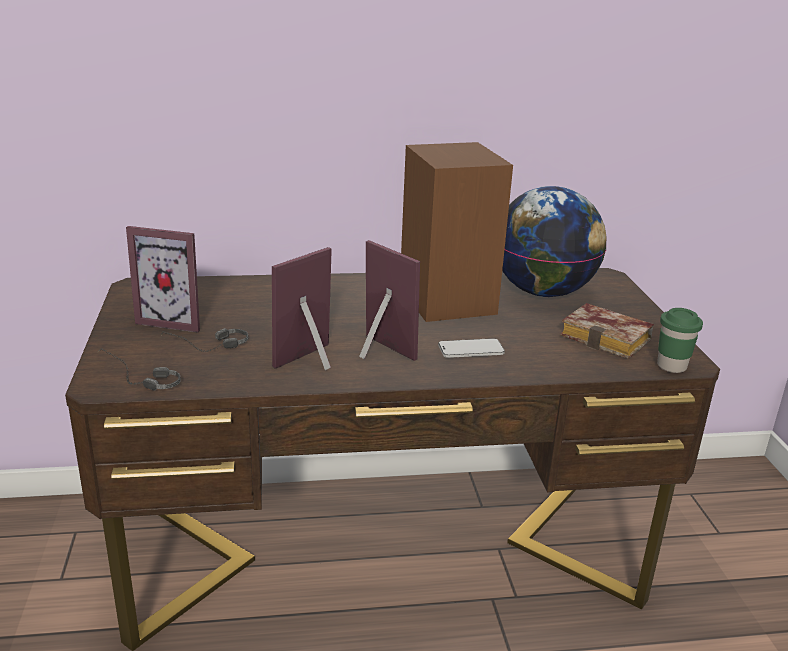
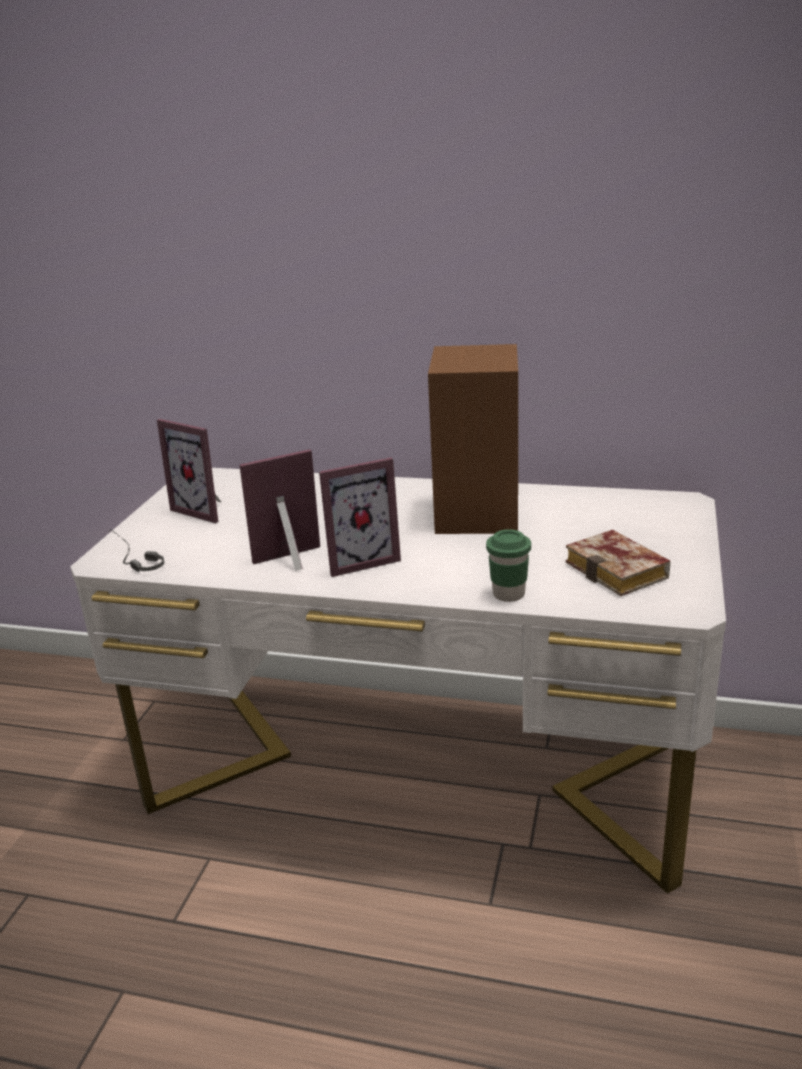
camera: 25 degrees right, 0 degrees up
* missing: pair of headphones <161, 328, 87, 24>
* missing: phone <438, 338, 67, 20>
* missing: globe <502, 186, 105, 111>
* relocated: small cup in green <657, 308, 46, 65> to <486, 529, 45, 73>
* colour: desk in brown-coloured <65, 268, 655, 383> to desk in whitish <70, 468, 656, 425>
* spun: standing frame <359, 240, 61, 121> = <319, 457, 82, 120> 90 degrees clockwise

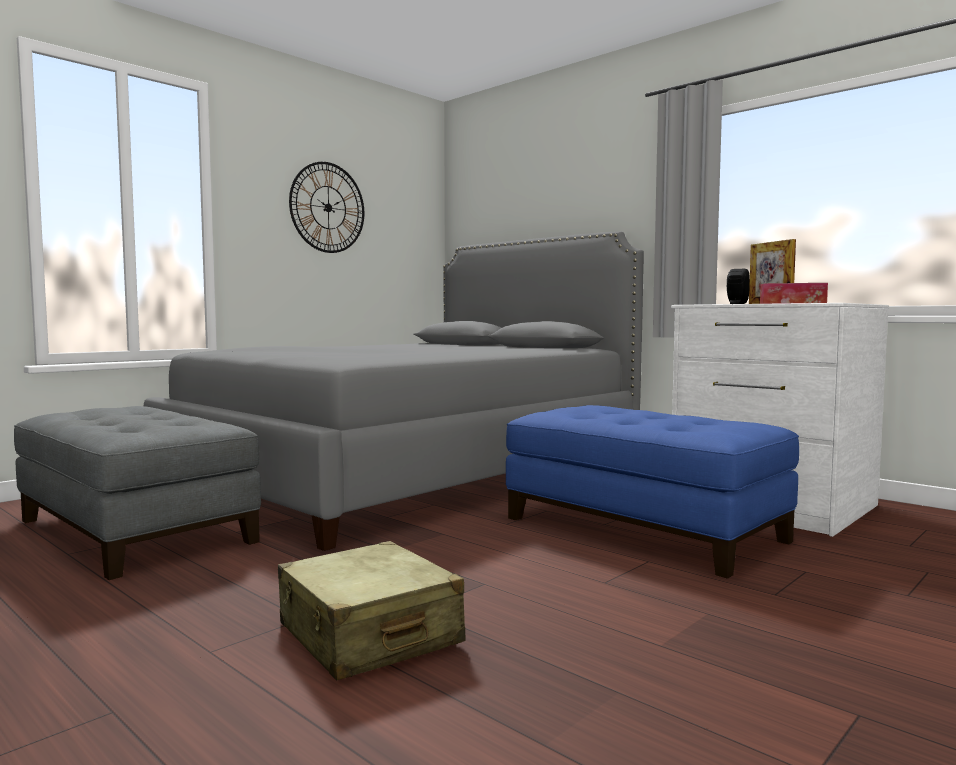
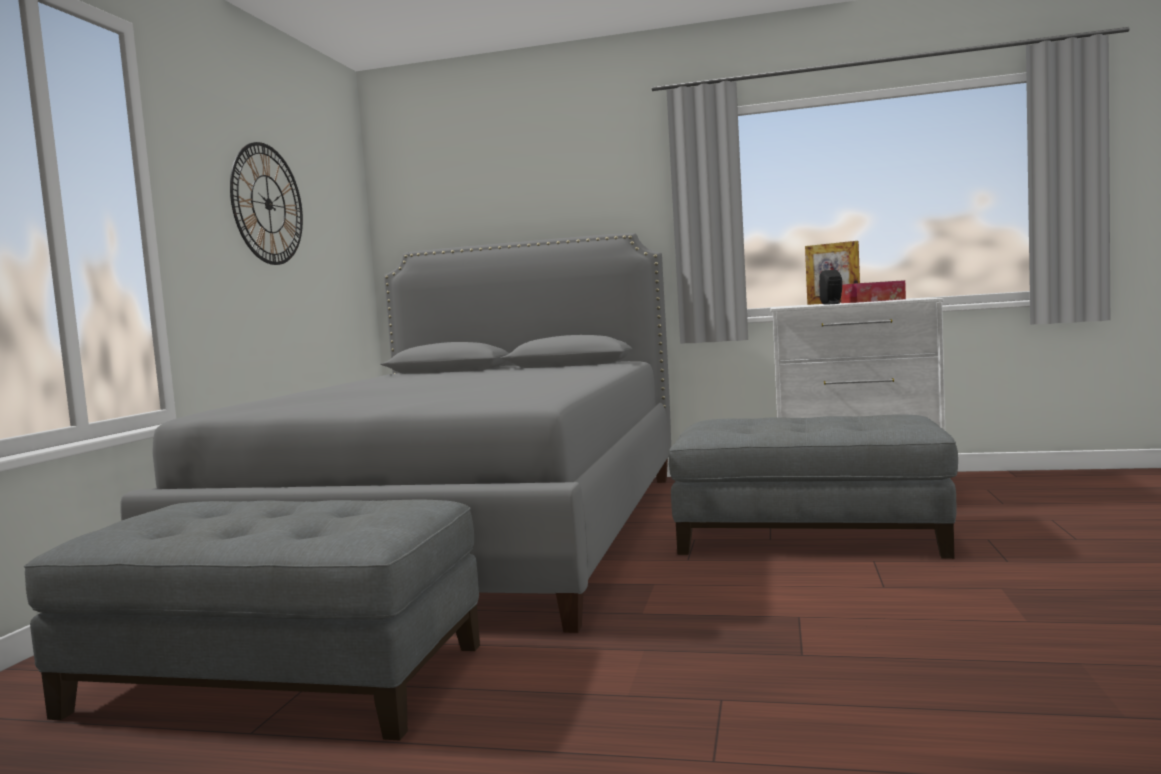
camera: 30 degrees left, 0 degrees up
* missing: piece of luggage in beige-coloured <278, 541, 187, 139>
* colour: pouffe in blue-coloured <506, 405, 293, 174> to pouffe in grey <669, 414, 289, 145>

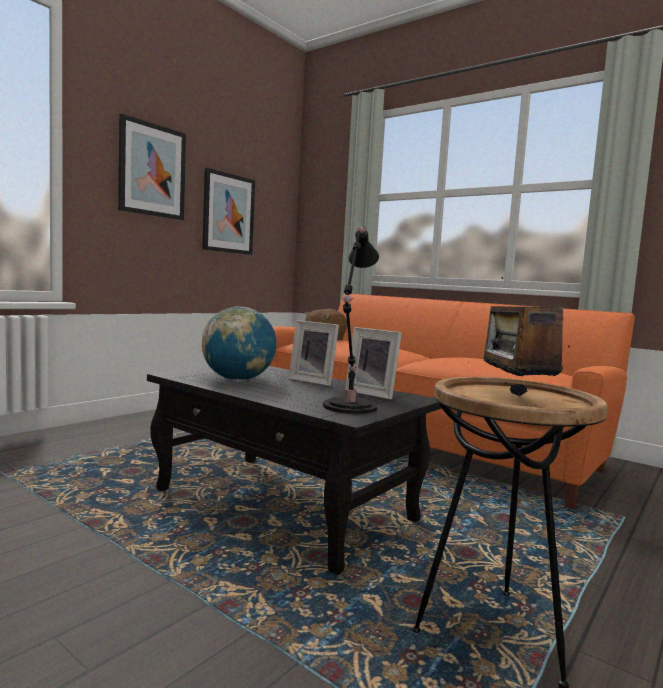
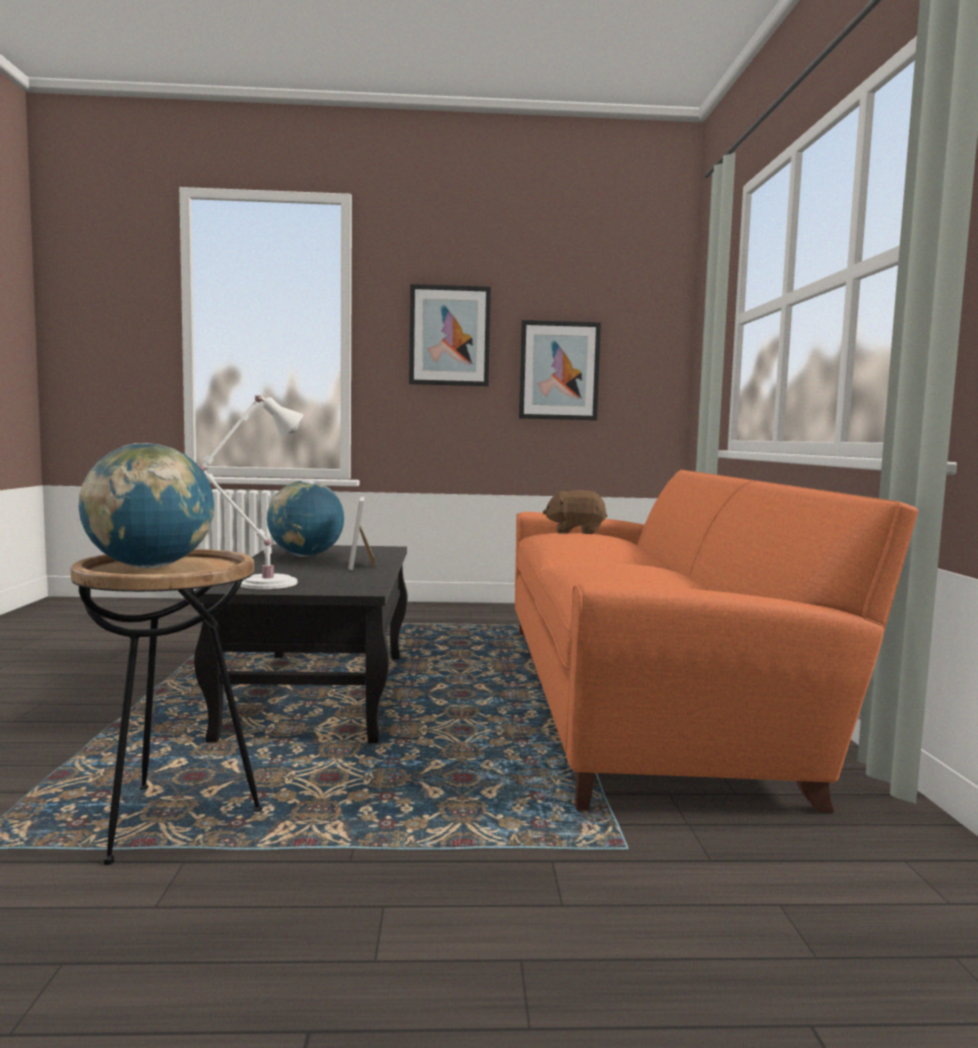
camera: 50 degrees right, 0 degrees up
* missing: standing frame <345, 327, 57, 73>
* exchanged: radio <483, 277, 87, 119> to globe <79, 443, 135, 125>
* colour: lamp for a table in black <323, 226, 56, 188> to lamp for a table in whitish <199, 395, 105, 194>

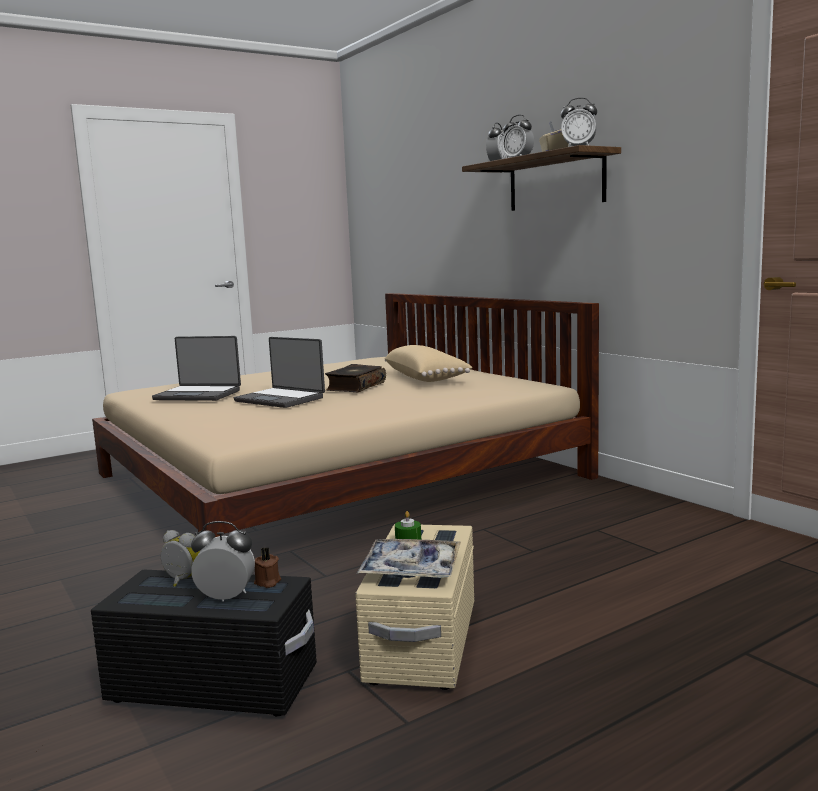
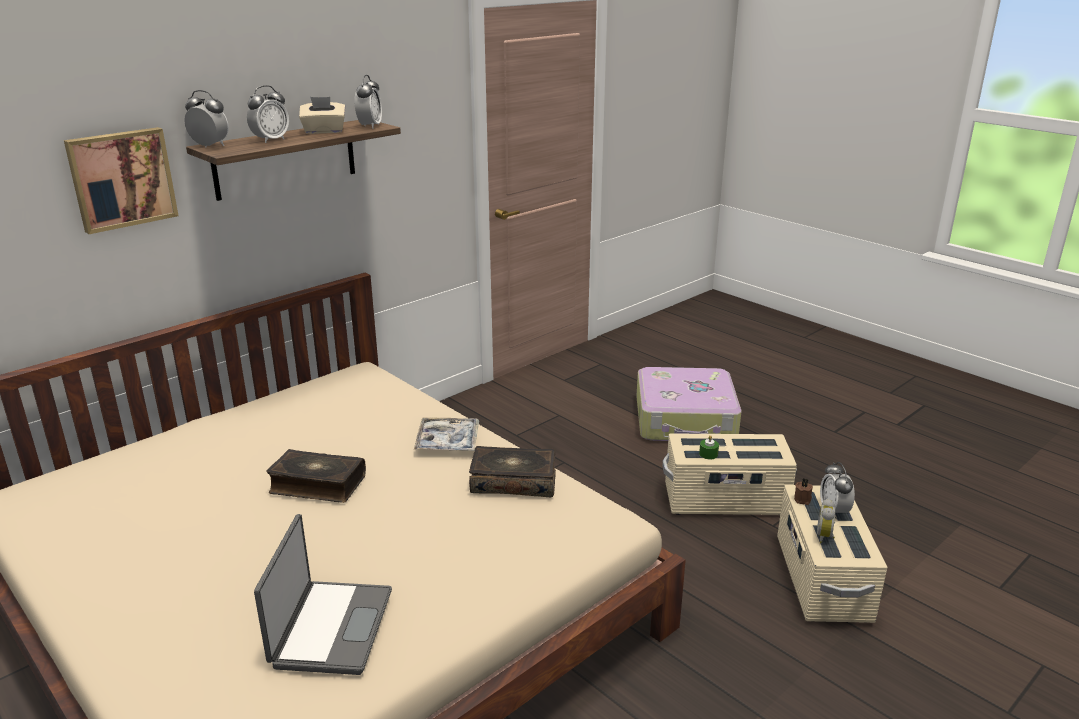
camera: 100 degrees left, 15 degrees up
* missing: laptop <234, 337, 91, 71>
* missing: cushion in beige-coloured <385, 345, 88, 37>
* appeared: wall art <64, 127, 115, 107>
* appeared: book <469, 446, 87, 51>
* appeared: piece of luggage <636, 367, 106, 74>
* relocated: carrying tray <357, 539, 104, 39> to <414, 417, 65, 34>
* colour: storage container in black <91, 570, 226, 146> to storage container in beige-coloured <777, 485, 110, 138>

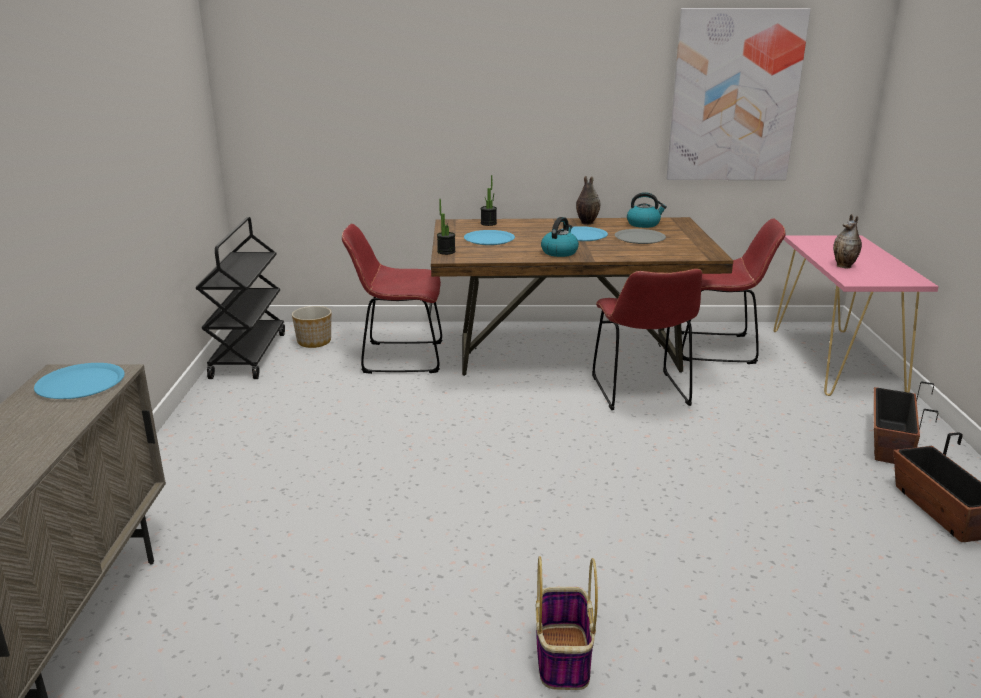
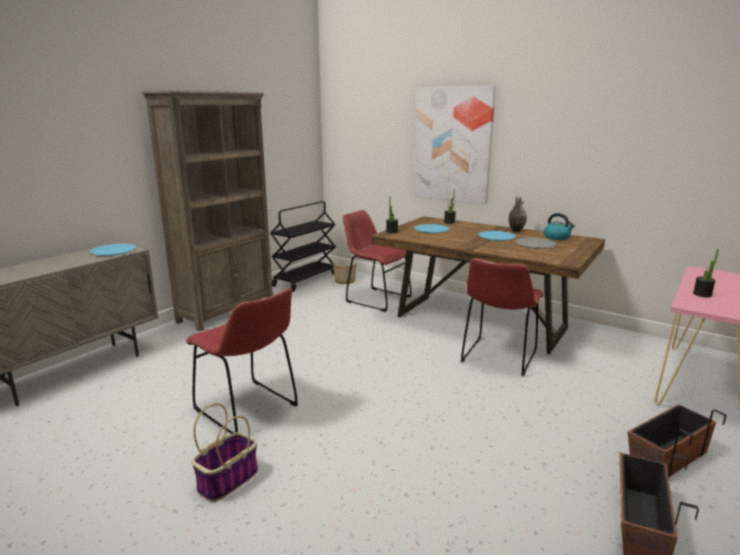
camera: 35 degrees right, 5 degrees down
* missing: kettle <541, 217, 38, 40>
* appeared: bookshelf in brown-coloured <142, 90, 131, 242>
* relocated: wall art <666, 8, 145, 172> to <414, 86, 82, 118>
* relocated: upright chair in red-coloured <682, 218, 104, 146> to <186, 288, 112, 146>
* exchanged: vase <833, 214, 29, 54> to plant in a pot <693, 249, 26, 48>

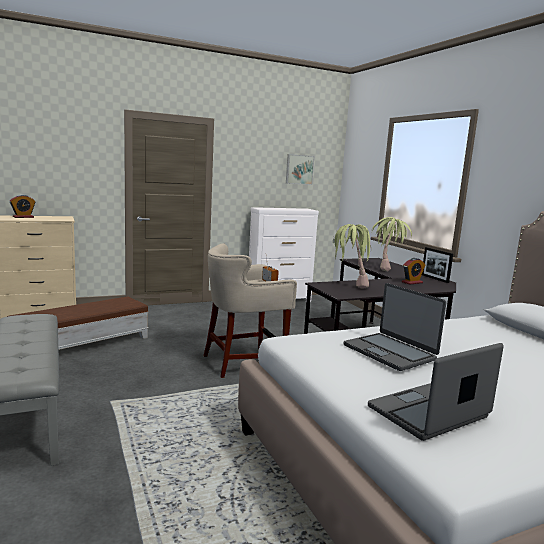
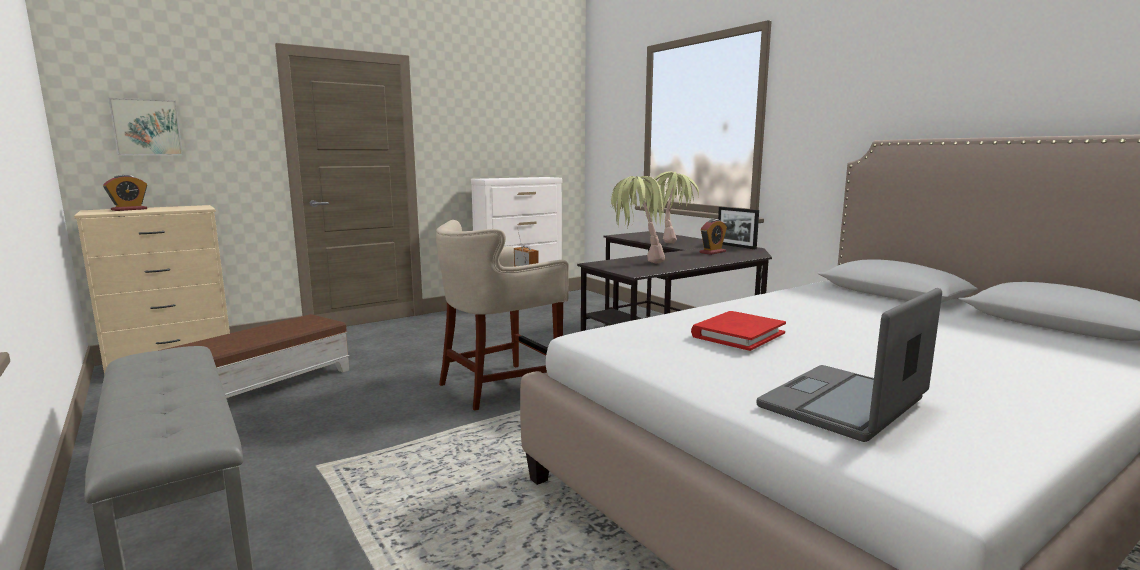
camera: 10 degrees left, 0 degrees up
* relocated: wall art <286, 154, 28, 31> to <109, 98, 74, 57>
* exchanged: laptop <344, 283, 102, 88> to book in red-coloured <691, 311, 95, 40>

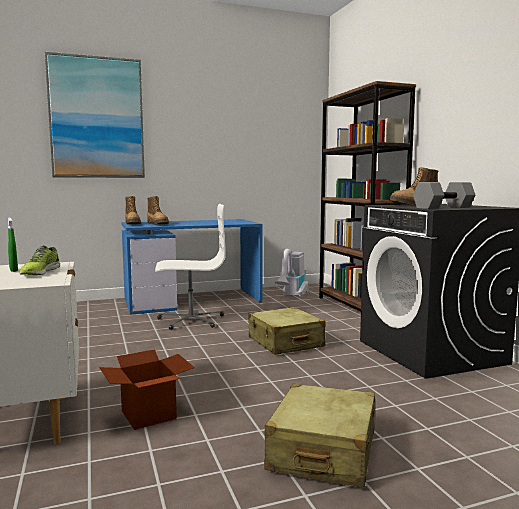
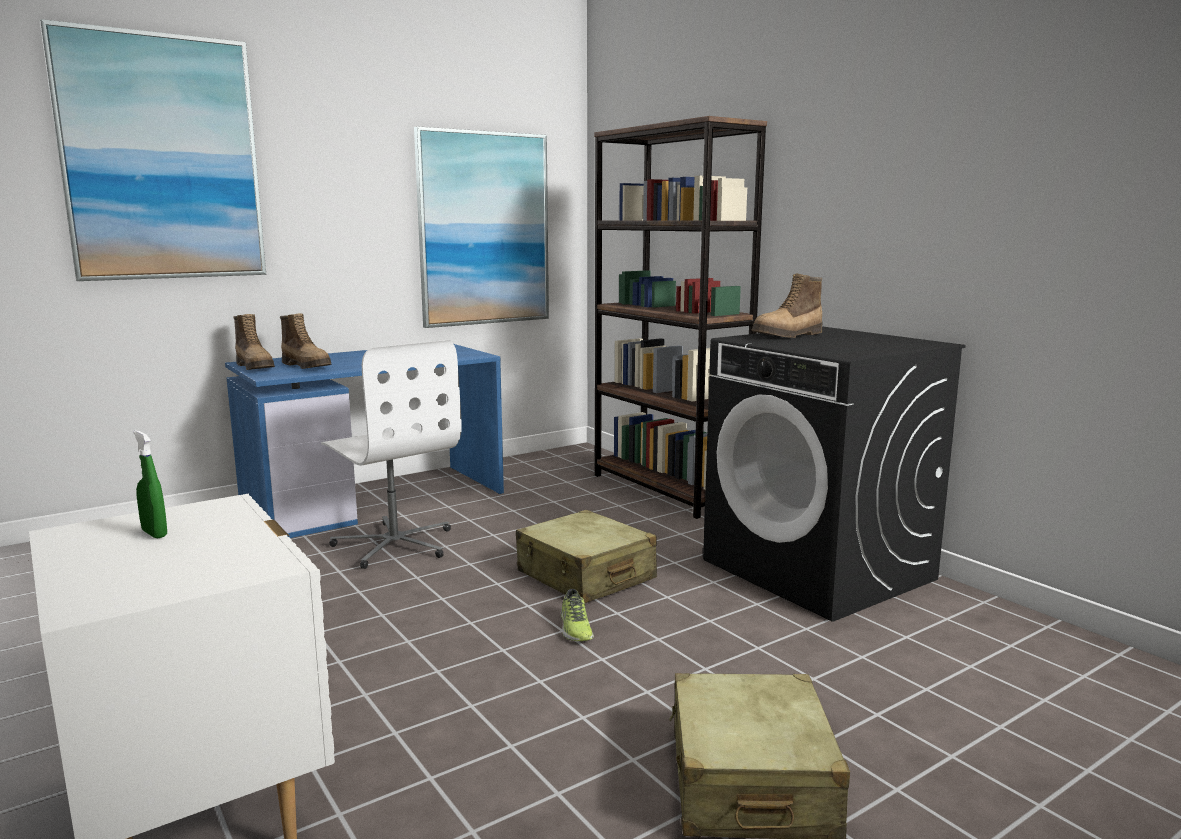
camera: 15 degrees left, 5 degrees up
* missing: carton <99, 349, 96, 81>
* missing: vacuum <275, 249, 33, 48>
* missing: hand weight in grey <413, 182, 62, 27>
* appeared: wall art <414, 126, 135, 202>
* relocated: shoe <20, 245, 40, 30> to <561, 589, 33, 52>
* spun: desk chair in whitish <155, 204, 71, 126> = <321, 340, 141, 229> 75 degrees clockwise

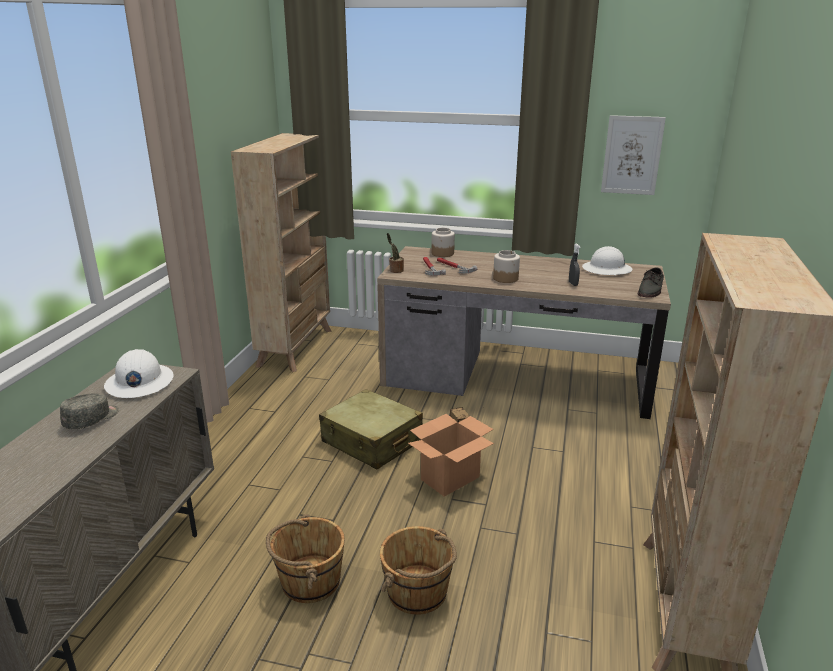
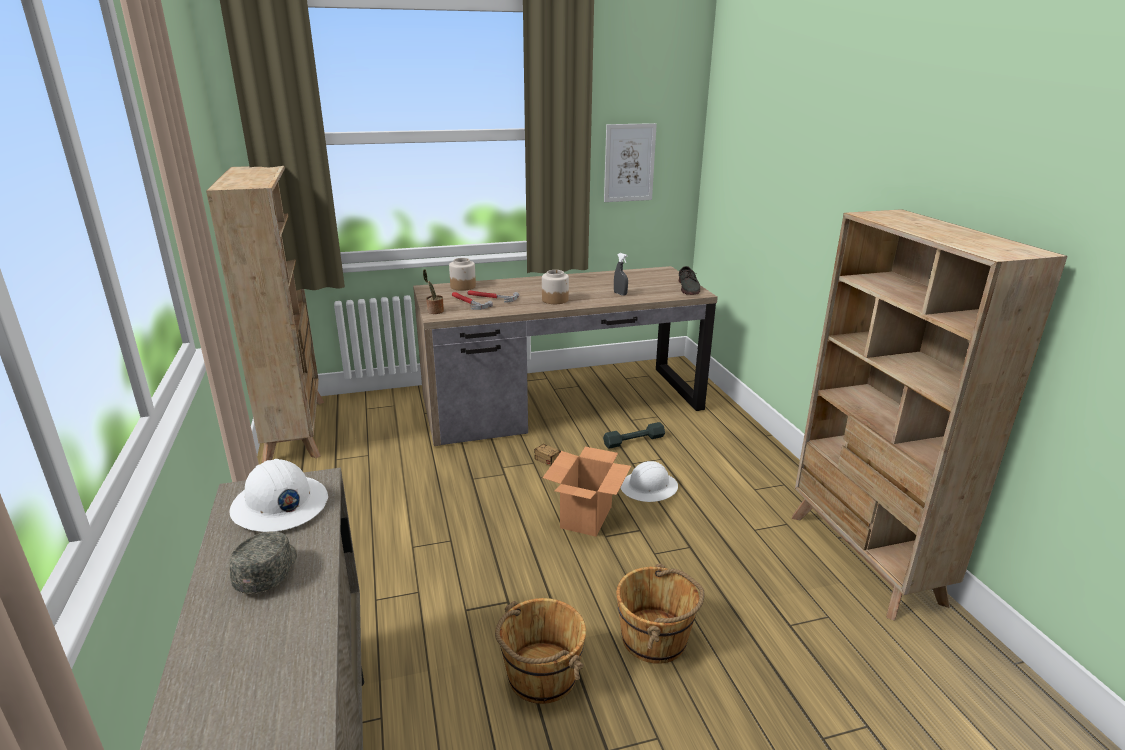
camera: 30 degrees left, 0 degrees up
* missing: piece of luggage in beige-coloured <319, 389, 104, 80>
* appeared: hand weight in grey <603, 422, 62, 27>
* relocated: work helmet in whitish <582, 246, 50, 30> to <620, 461, 58, 41>

